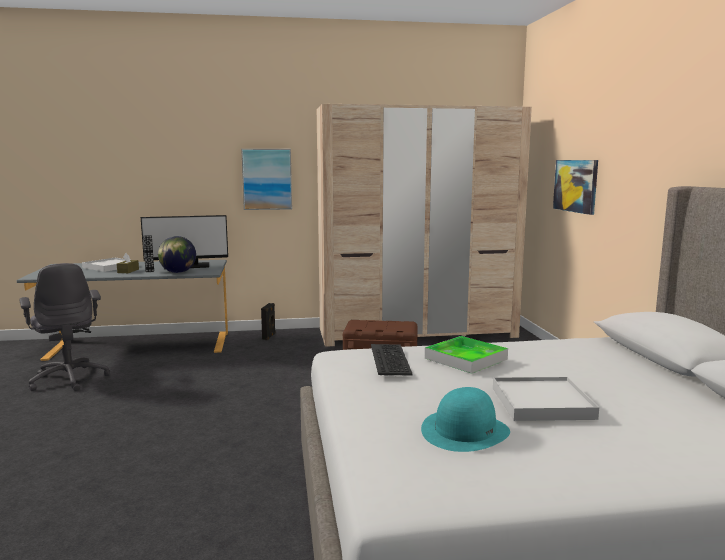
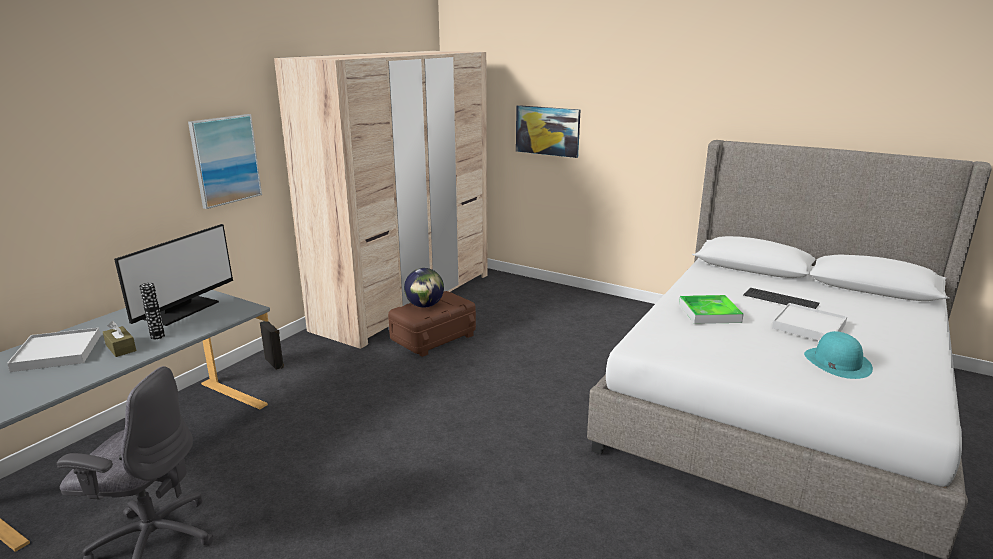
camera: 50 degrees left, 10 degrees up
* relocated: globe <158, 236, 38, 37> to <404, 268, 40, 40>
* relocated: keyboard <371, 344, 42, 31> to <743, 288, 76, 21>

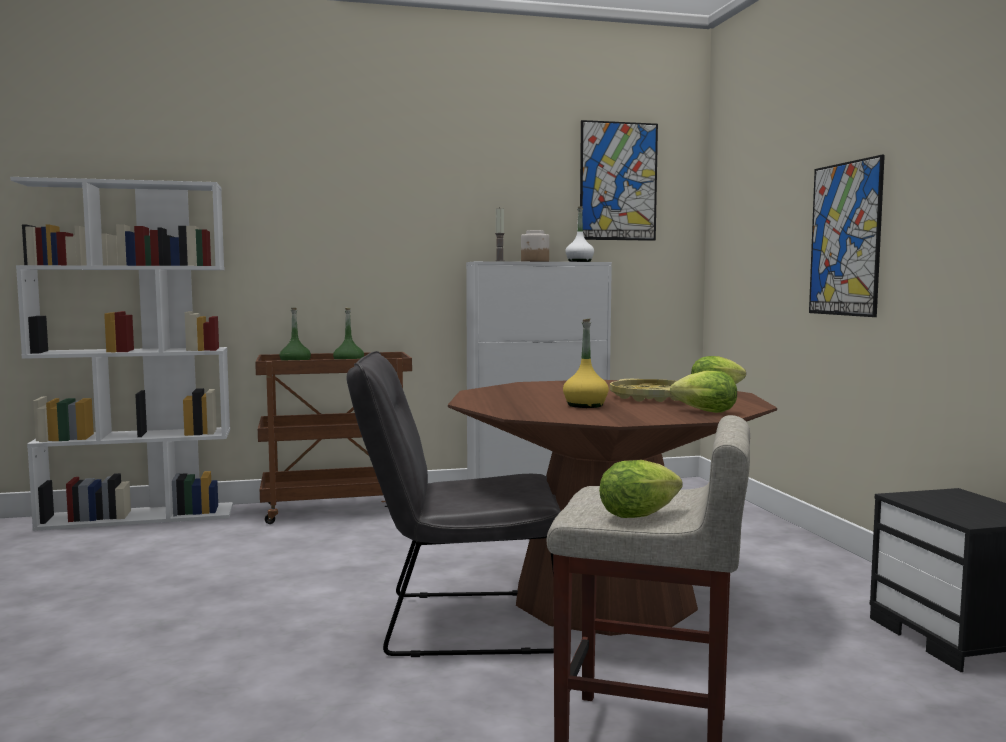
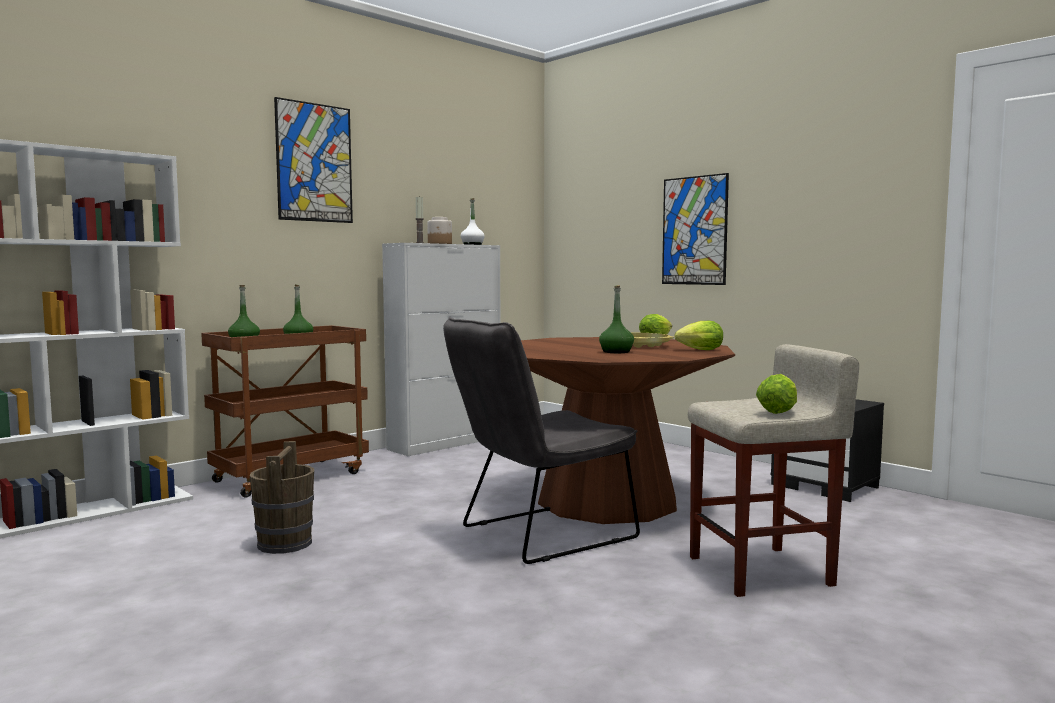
camera: 30 degrees left, 0 degrees up
* appeared: bucket in brown-coloured <250, 441, 64, 113>
* relocated: wall art <580, 120, 78, 121> to <274, 97, 79, 126>
* colour: bottle in yellow <563, 318, 46, 90> to bottle in green <599, 285, 35, 68>

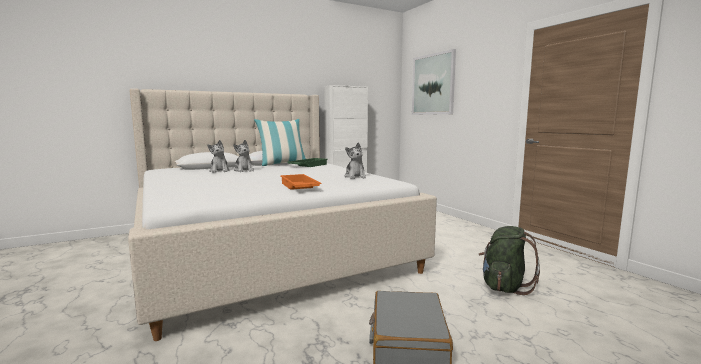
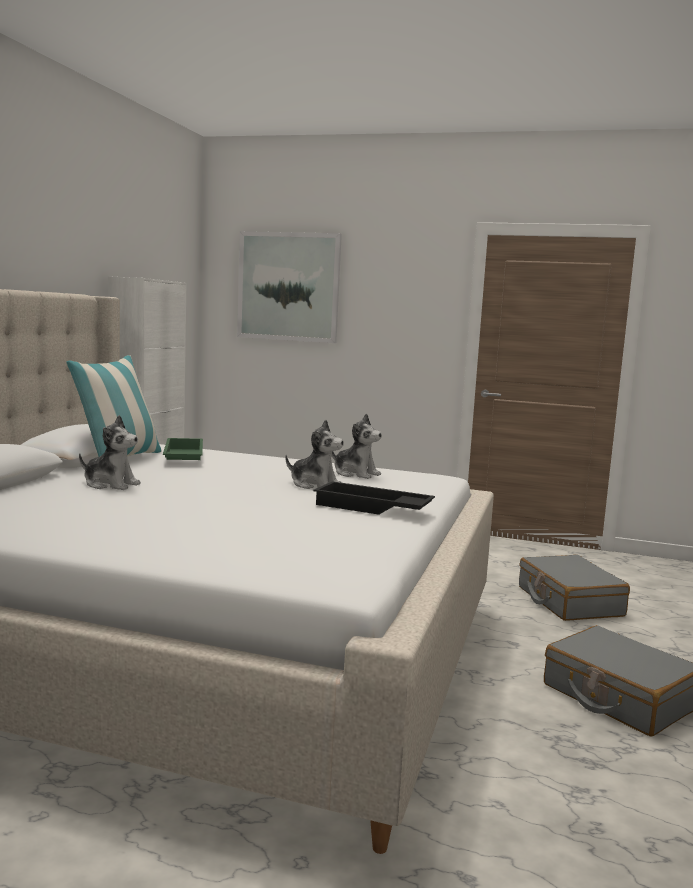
camera: 45 degrees left, 0 degrees up
* relocated: soft toy <207, 140, 23, 33> to <285, 420, 59, 69>
* exchanged: backpack in green <479, 226, 61, 69> to piece of luggage in grey <519, 555, 111, 66>
* colour: carrying tray in orangey <280, 174, 42, 16> to carrying tray in black <313, 481, 122, 34>

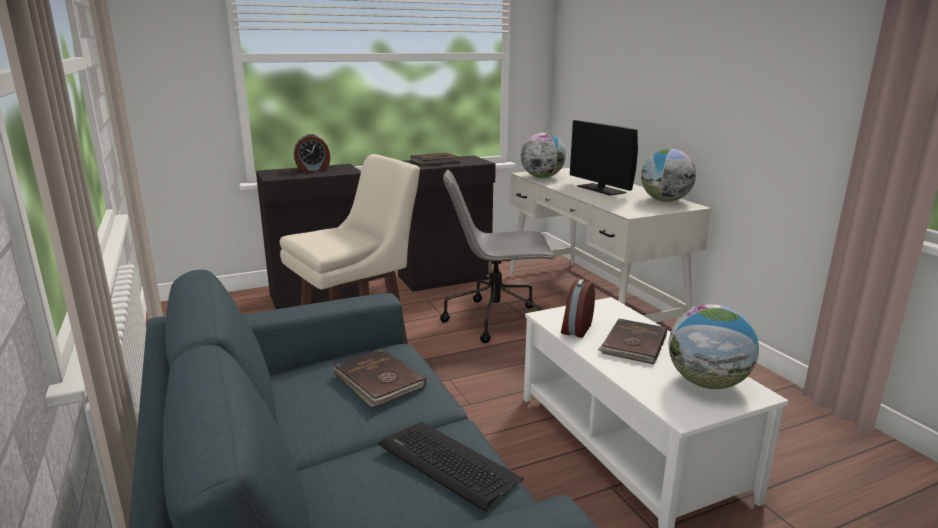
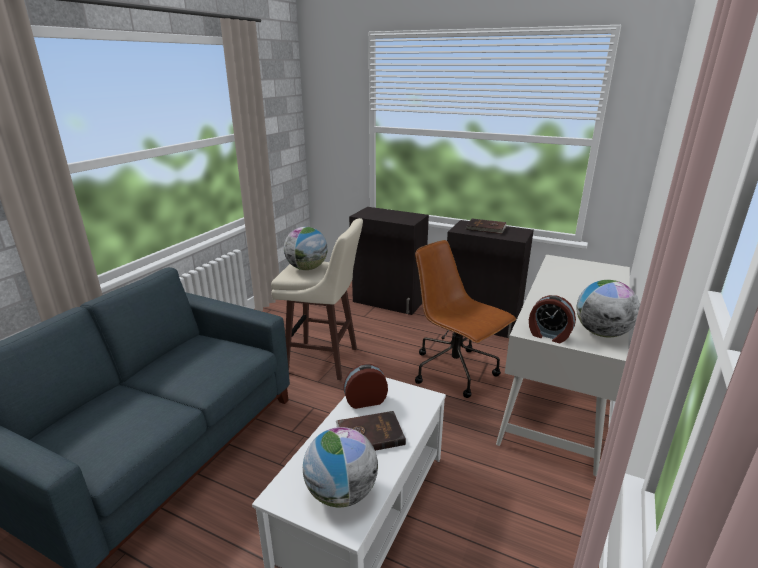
camera: 50 degrees right, 5 degrees up
* missing: book in brown-coloured <333, 348, 93, 59>
* missing: keyboard <379, 422, 145, 90>
* missing: monitor <570, 120, 68, 76>
* relocated: alarm clock <294, 134, 36, 38> to <529, 295, 47, 48>
* relocated: globe <521, 133, 45, 45> to <284, 227, 44, 43>
* colour: desk chair in grey <440, 170, 116, 173> to desk chair in brown-coloured <415, 240, 101, 158>

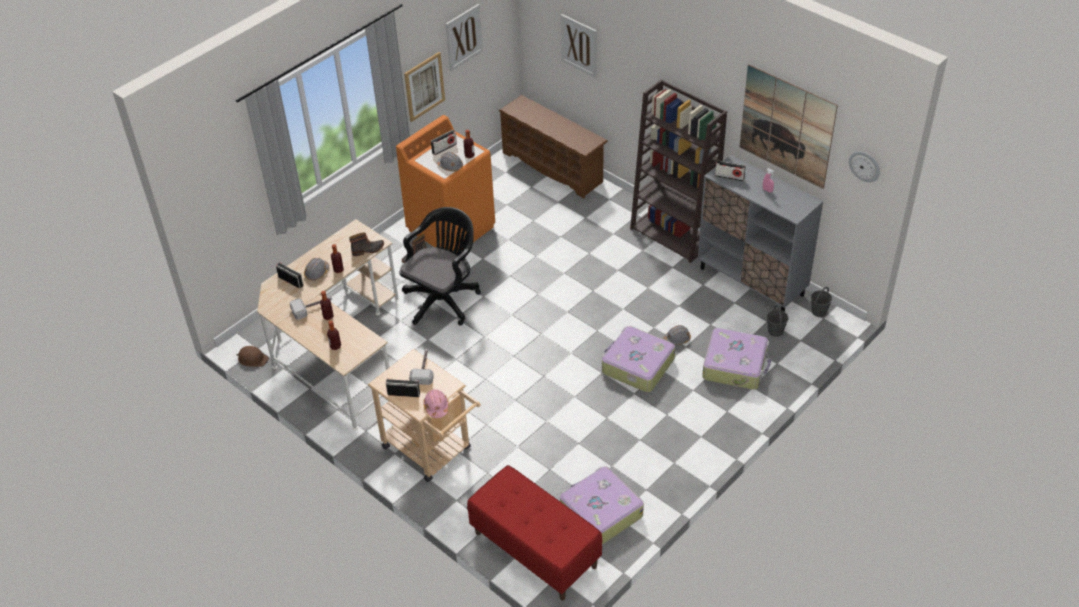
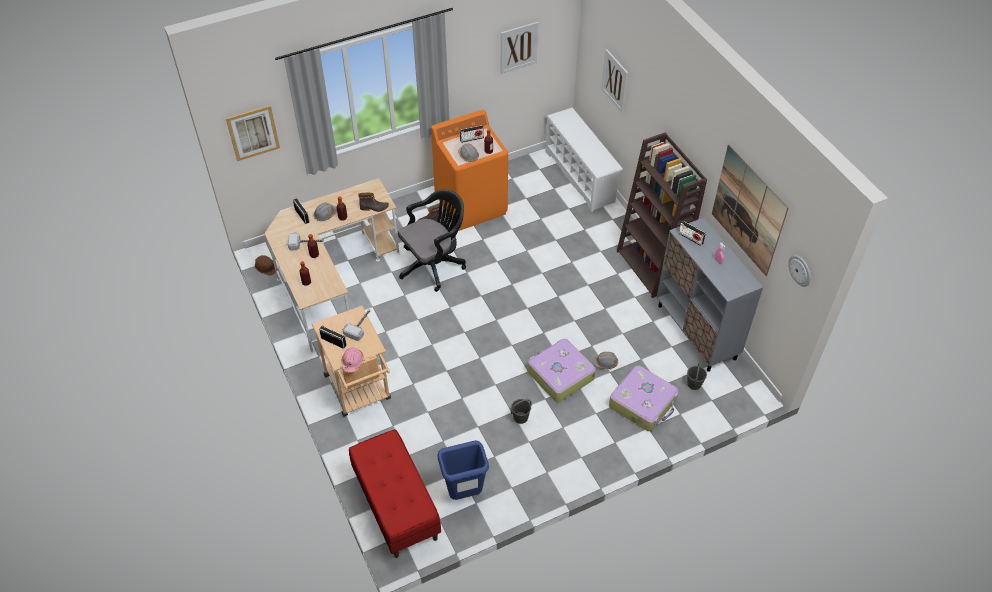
camera: 20 degrees right, 5 degrees up
* relocated: wall art <404, 52, 41, 70> to <226, 105, 54, 56>
* relocated: bucket in grey <811, 287, 21, 30> to <511, 399, 21, 25>
* exchanged: piece of luggage <560, 467, 84, 78> to rubbish bin in blue-coloured <438, 440, 51, 60>
* colour: shoe shelf in brown-coloured <499, 95, 109, 104> to shoe shelf in whitish <546, 108, 77, 104>

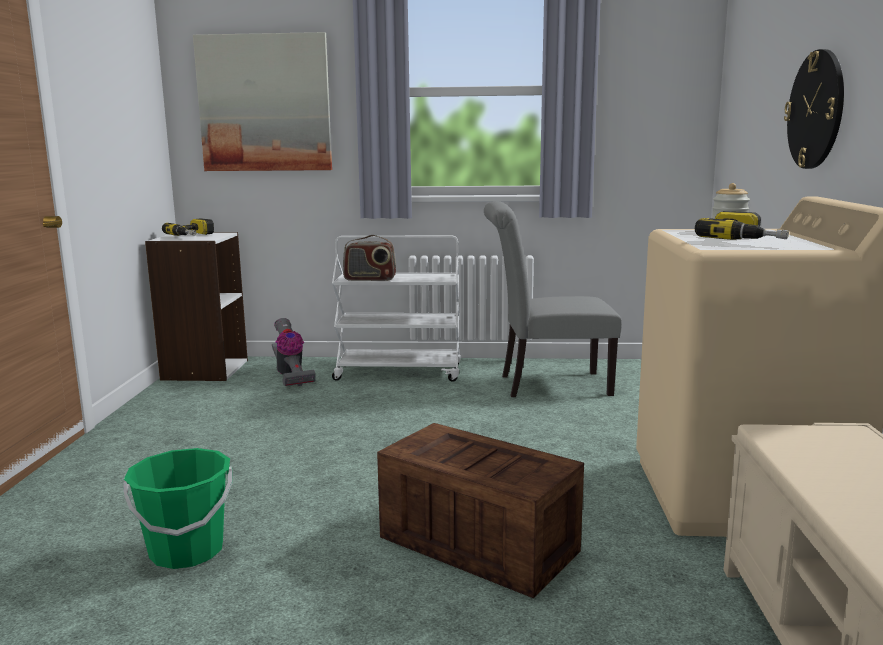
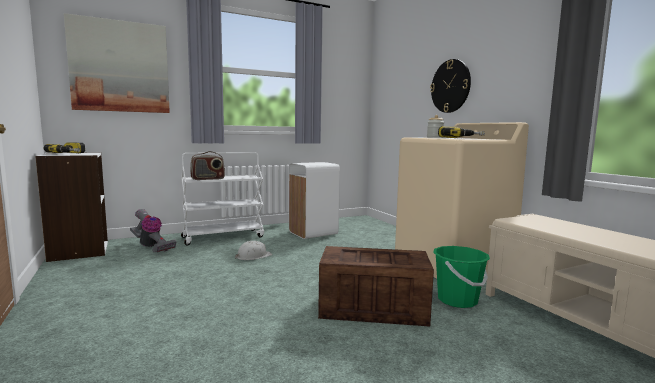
camera: 30 degrees left, 5 degrees down
* appeared: work helmet in whitish <235, 241, 37, 19>
* relocated: bucket in green <123, 448, 109, 121> to <433, 246, 57, 62>
* exchanged: upright chair in grey <484, 201, 138, 196> to rubbish bin in whitish <289, 162, 51, 77>

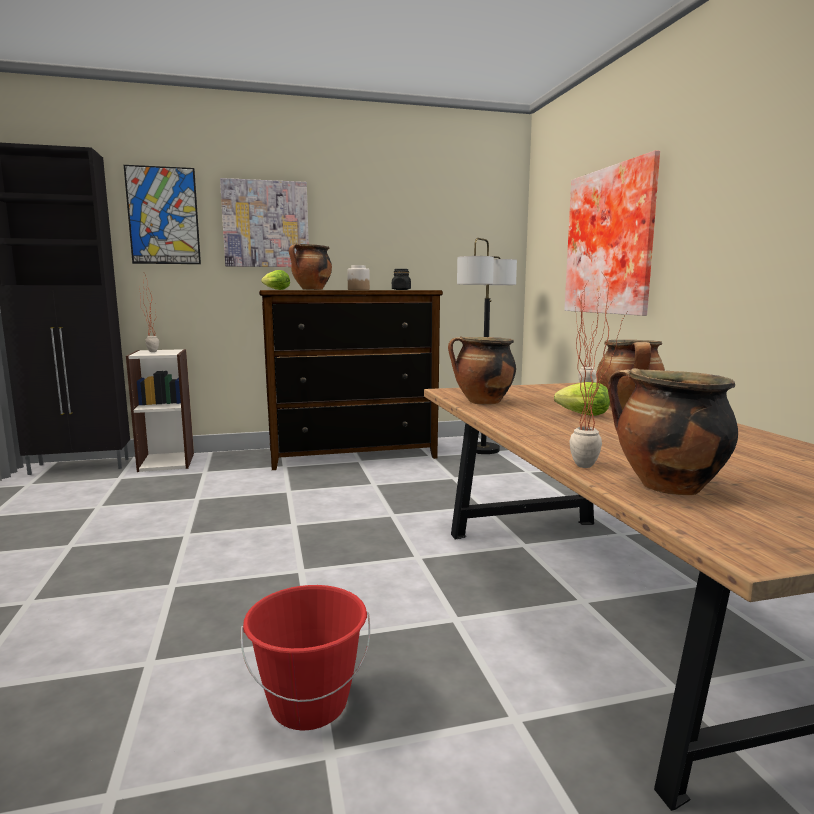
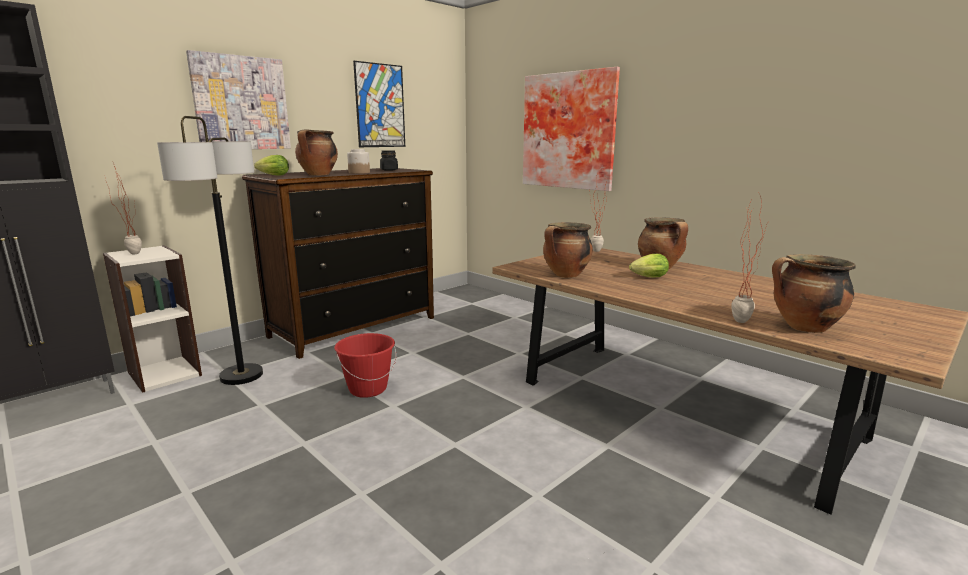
camera: 30 degrees left, 5 degrees up
* relocated: wall art <124, 165, 77, 99> to <353, 61, 52, 86>
* relocated: bucket in red-coloured <241, 585, 129, 145> to <334, 333, 62, 65>
* relocated: floor lamp <457, 238, 60, 216> to <157, 116, 106, 269>

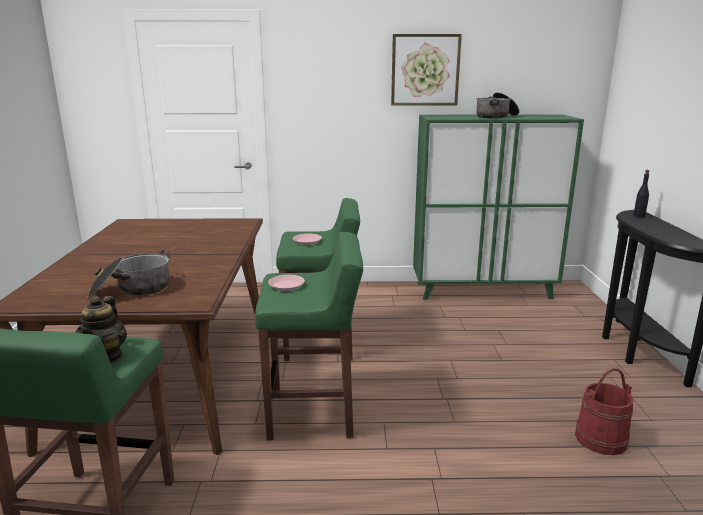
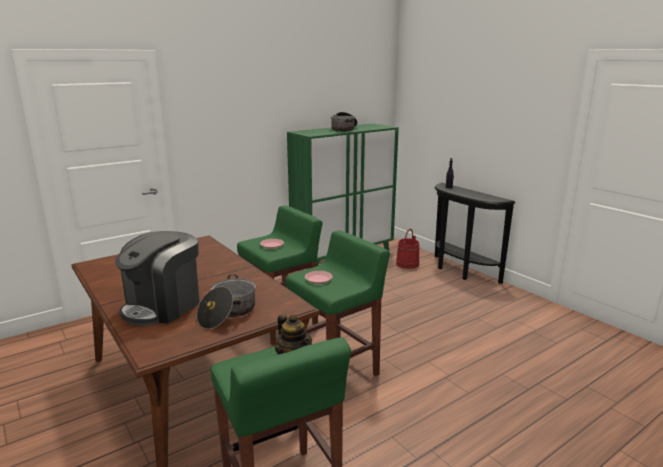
camera: 35 degrees left, 0 degrees up
* missing: wall art <391, 34, 71, 72>
* appeared: coffee brewer <115, 231, 85, 95>
* relocated: bucket in red-coloured <575, 368, 59, 87> to <396, 229, 24, 40>

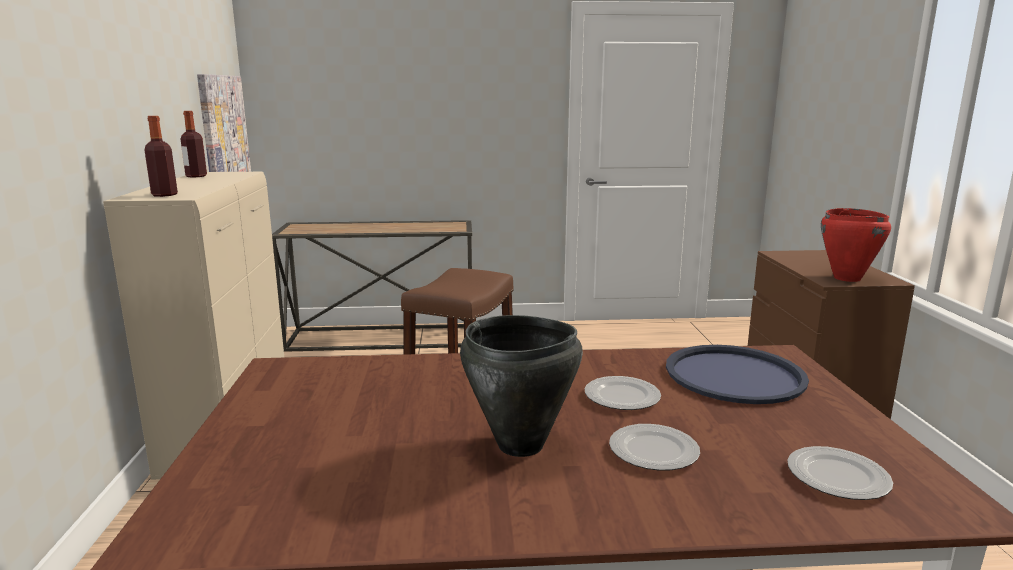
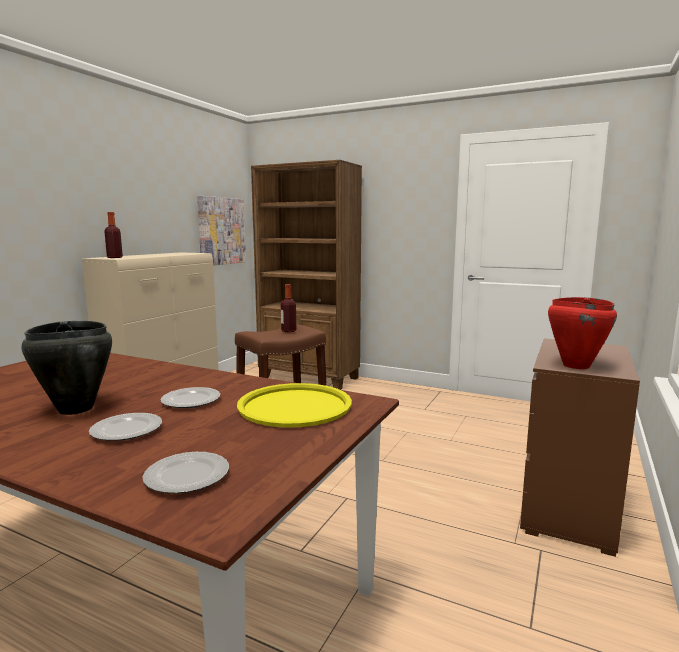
camera: 30 degrees right, 5 degrees down
* relocated: bottle <181, 111, 26, 66> to <281, 284, 15, 48>
* exchanged: hall table <272, 220, 200, 132> to bookshelf in brown-coloured <251, 160, 111, 230>
* colour: carrying tray in blue-coloured <666, 345, 143, 59> to carrying tray in yellow <237, 383, 115, 45>

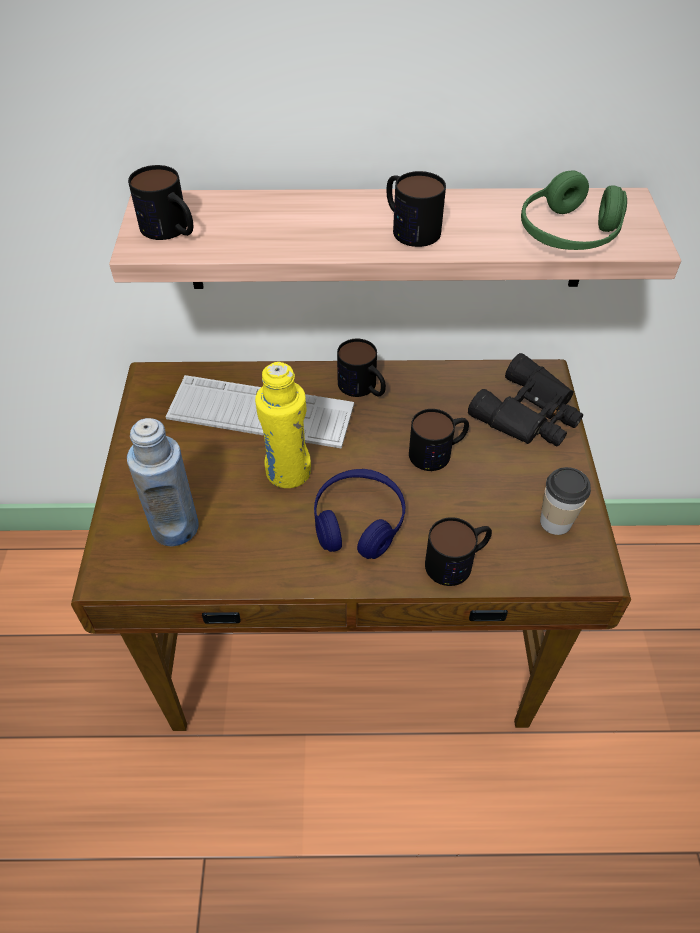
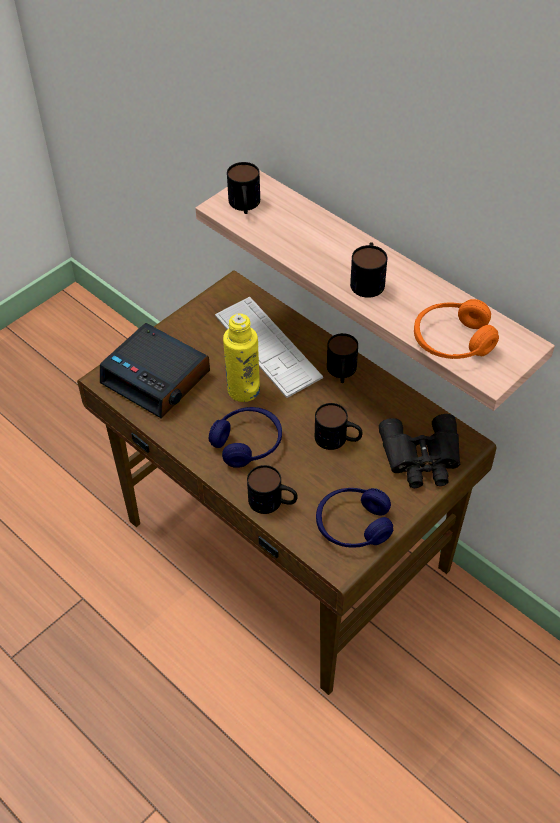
camera: 45 degrees right, 0 degrees up
* exchanged: bottle in blue-coloured <127, 418, 72, 128> to alarm clock <100, 323, 110, 96>
* exchanged: small cup <540, 467, 51, 68> to pair of headphones in blue-coloured <316, 488, 77, 60>
* colour: pair of headphones in green <521, 170, 106, 80> to pair of headphones in orangey <414, 299, 85, 60>

